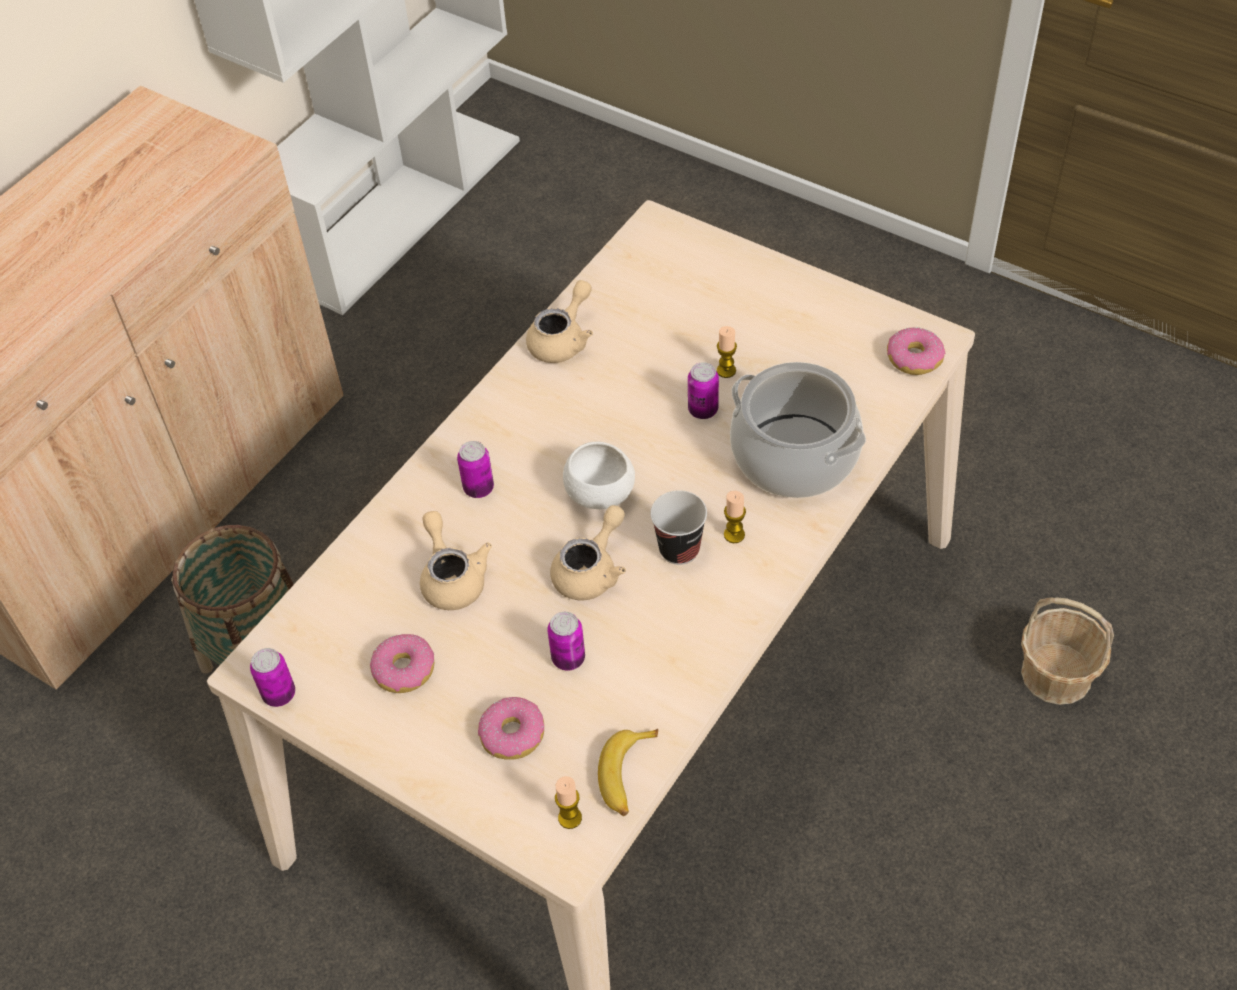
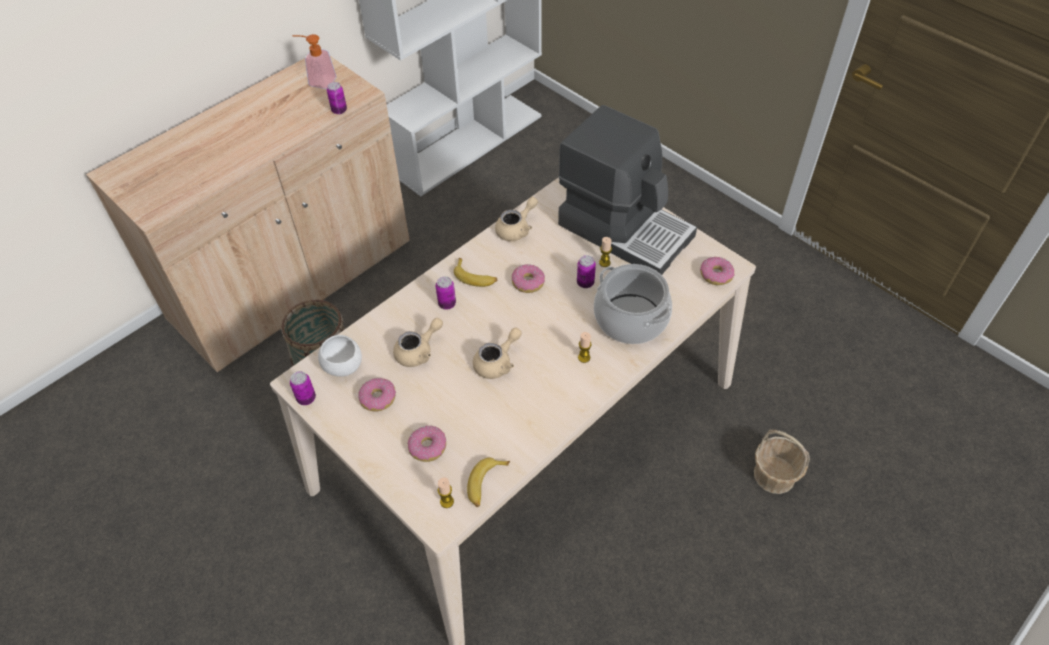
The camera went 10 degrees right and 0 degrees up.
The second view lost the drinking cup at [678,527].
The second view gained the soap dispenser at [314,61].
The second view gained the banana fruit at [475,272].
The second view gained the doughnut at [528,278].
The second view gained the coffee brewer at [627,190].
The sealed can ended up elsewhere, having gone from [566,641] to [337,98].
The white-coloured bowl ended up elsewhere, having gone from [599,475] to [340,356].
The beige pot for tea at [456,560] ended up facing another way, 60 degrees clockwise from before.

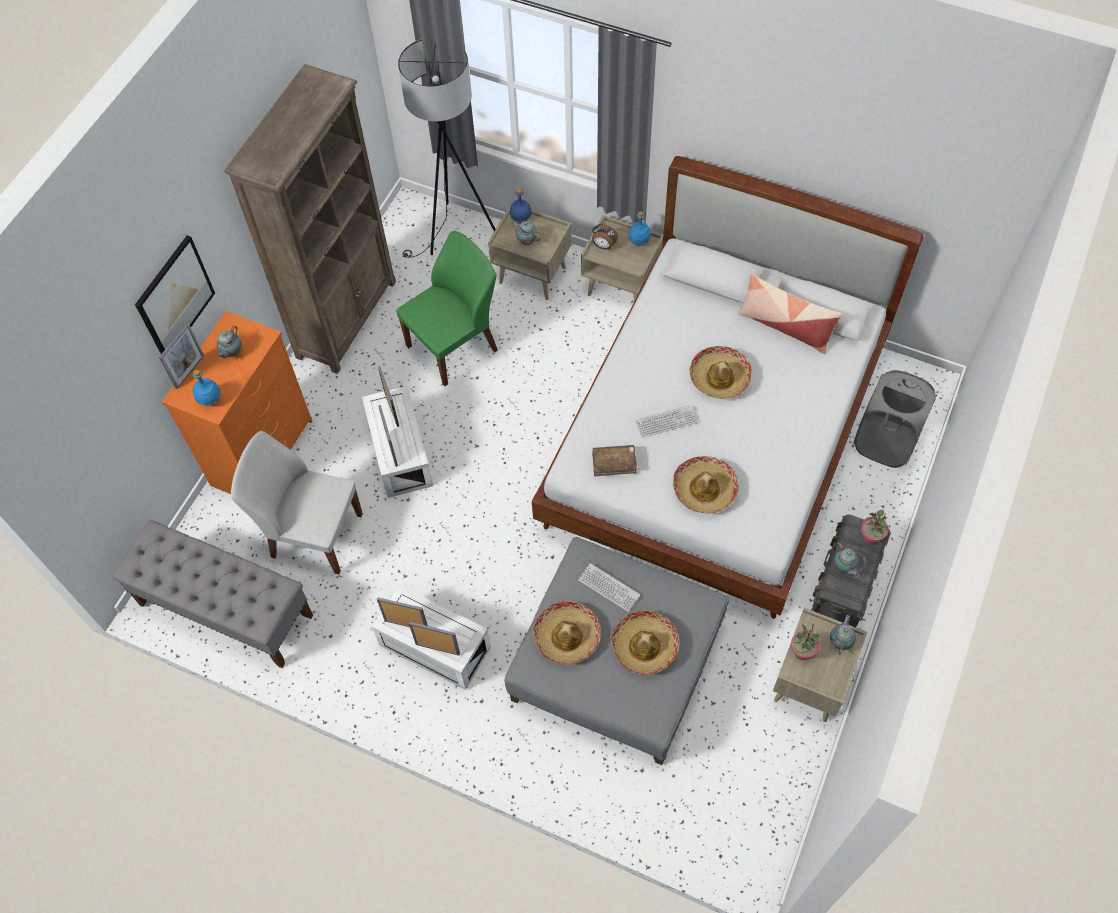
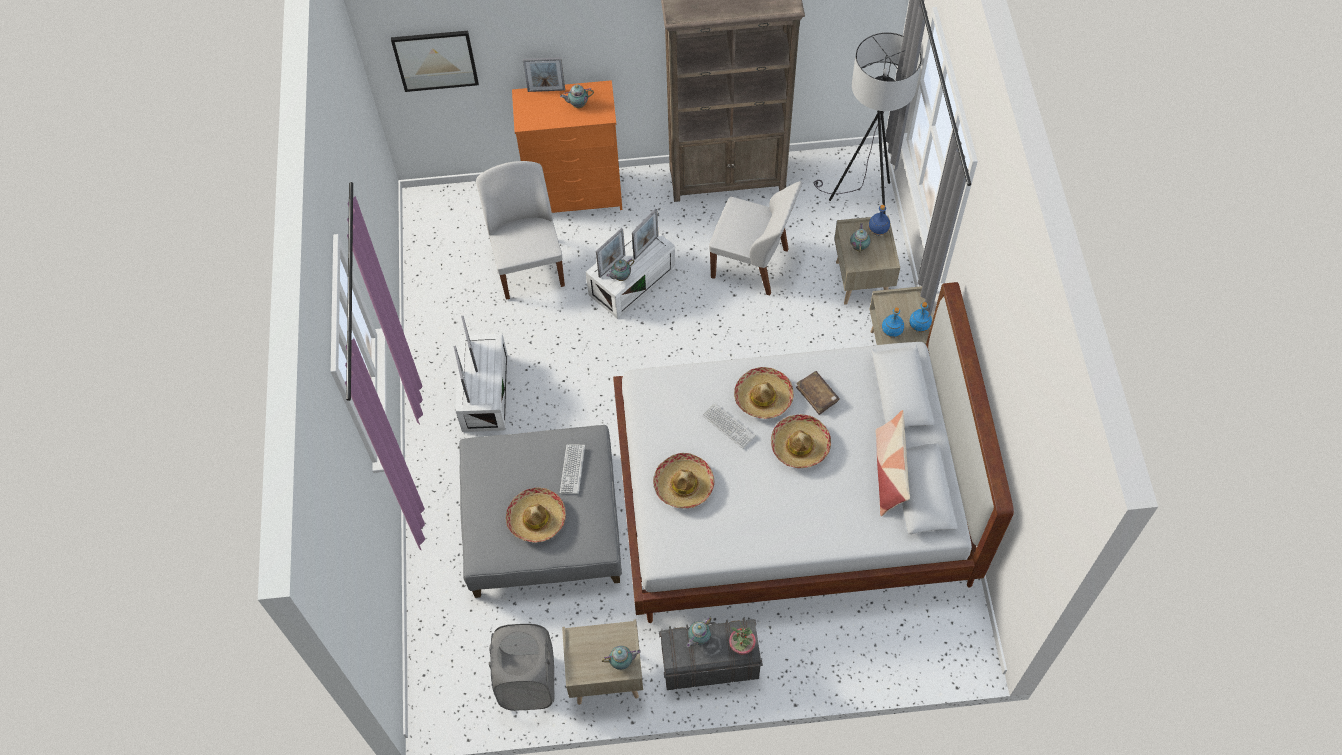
The camera went 60 degrees right and 0 degrees up.
The second view lost the gray long seat at [212,594].
The second view lost the bedside clock at [605,237].
The second view lost the plant in a pot at [805,642].
The second view gained the pot for tea at [620,270].
The wall picture ended up elsewhere, having gone from [175,294] to [435,61].
The blue beverage bottle ended up elsewhere, having gone from [207,388] to [893,322].
The wearable hat ended up elsewhere, having gone from [567,633] to [764,393].
The brownish book ended up elsewhere, having gone from [614,460] to [817,393].
The gray laundry basket ended up elsewhere, having gone from [895,419] to [521,667].
What was the green-coloured plain chair at [447,308] turned into the white-coloured plain chair at [755,238].

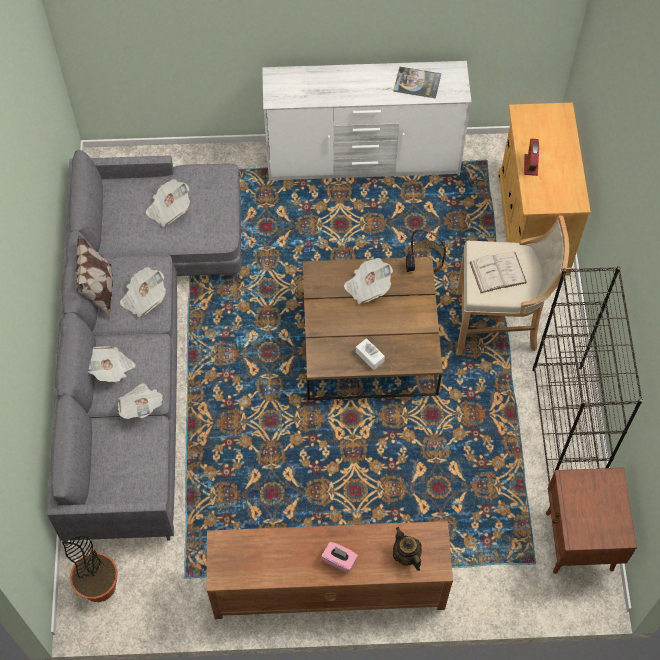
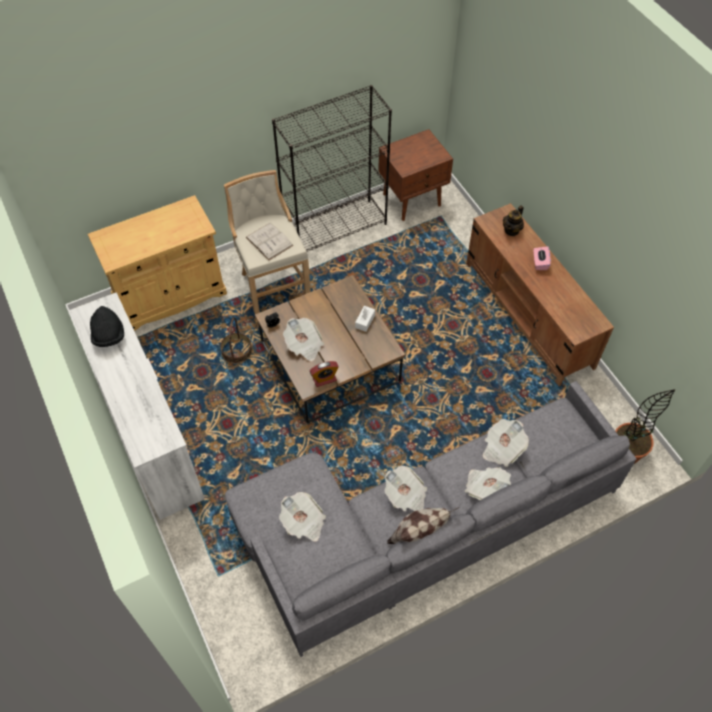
The camera went 115 degrees left and 5 degrees down.
The bedside clock ended up elsewhere, having gone from [531,157] to [324,374].
Where the book stood at [417,83], the black wearable hat came to stand at [107,326].

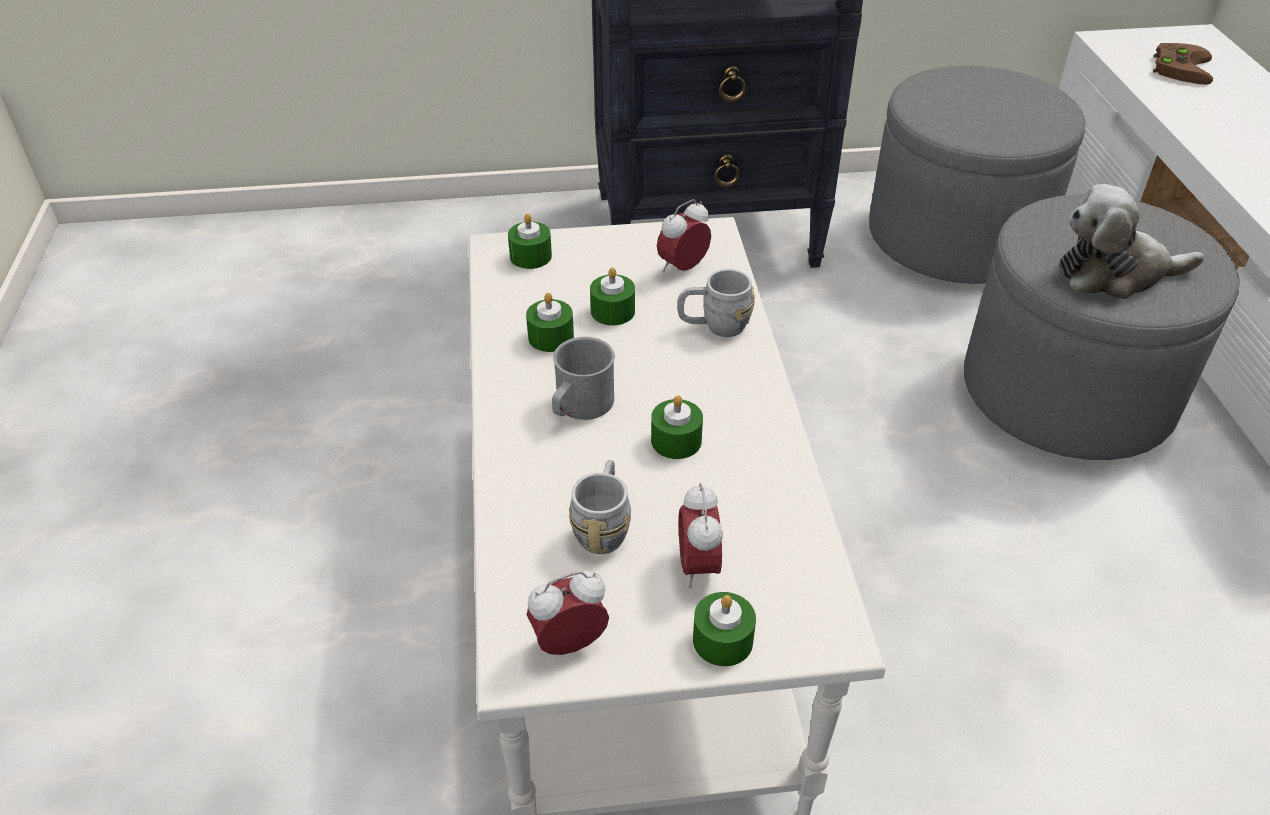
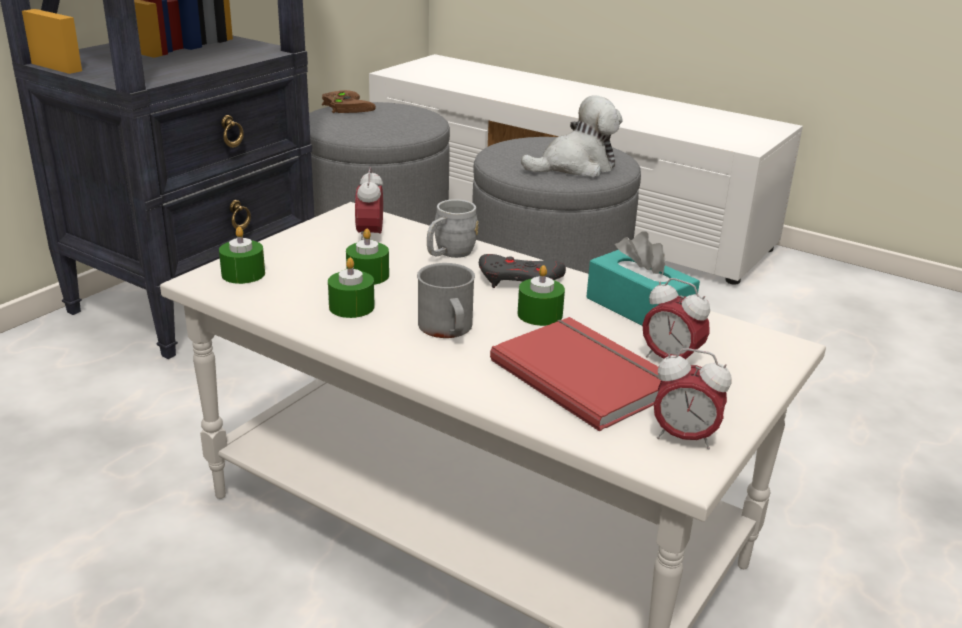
The camera went 50 degrees left and 15 degrees down.
The second view lost the green-coloured candle at [724,629].
The second view gained the gray game controller at [522,271].
The second view gained the turquoise tissue holder at [643,278].
The brownish game controller ended up elsewhere, having gone from [1183,64] to [349,101].
Where the gray tea mug stood at [600,507], the red book came to stand at [575,374].
The bedside clock at [568,613] ended up facing another way, 90 degrees counterclockwise from before.
The plush toy at [1131,241] ended up facing another way, 150 degrees counterclockwise from before.

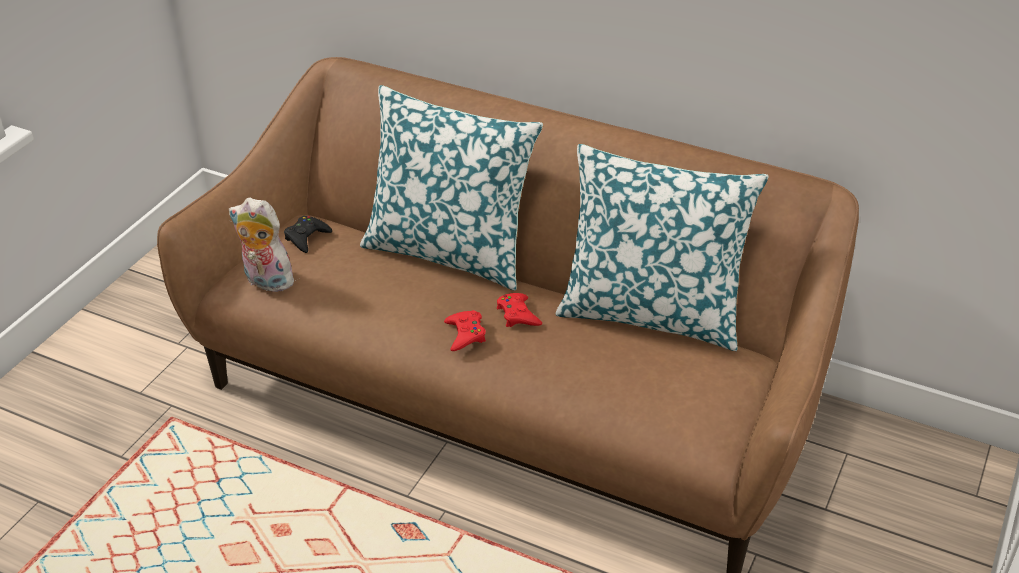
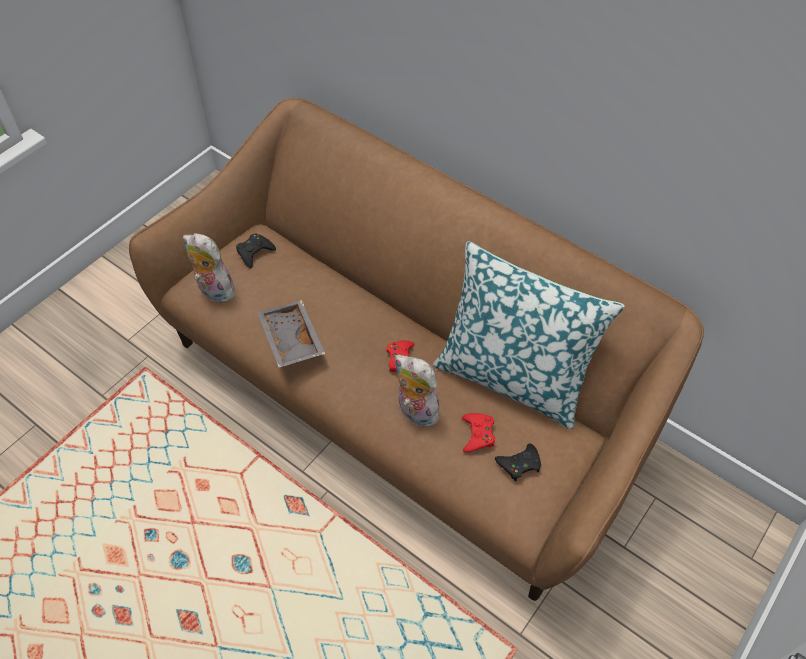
The camera went 10 degrees right and 15 degrees up.
The second view lost the throw pillow at [451,187].
The second view gained the gray tray at [291,334].
The second view gained the plush toy at [416,391].
The second view gained the black game controller at [518,462].
The red game controller ended up elsewhere, having gone from [465,330] to [478,432].

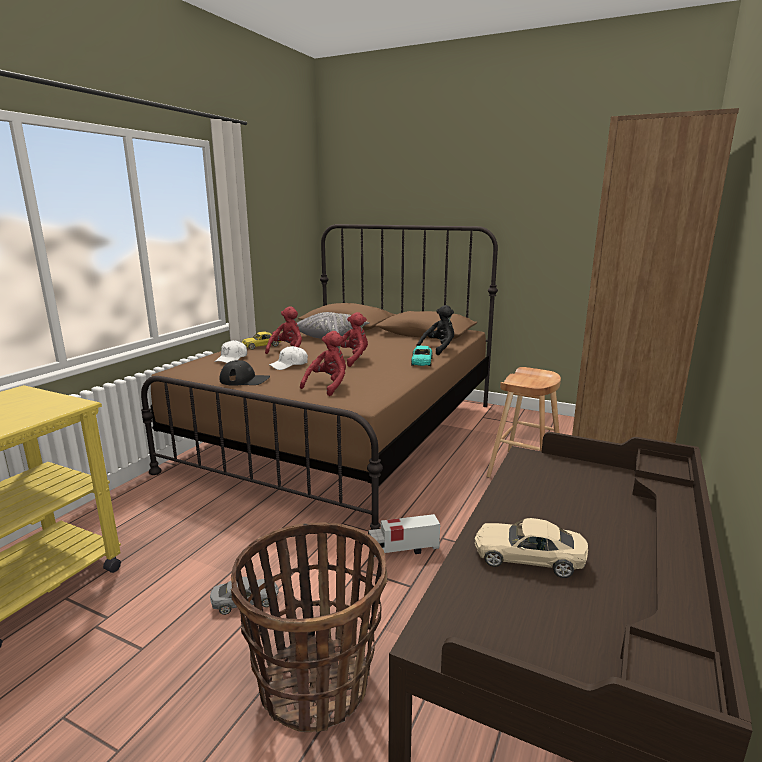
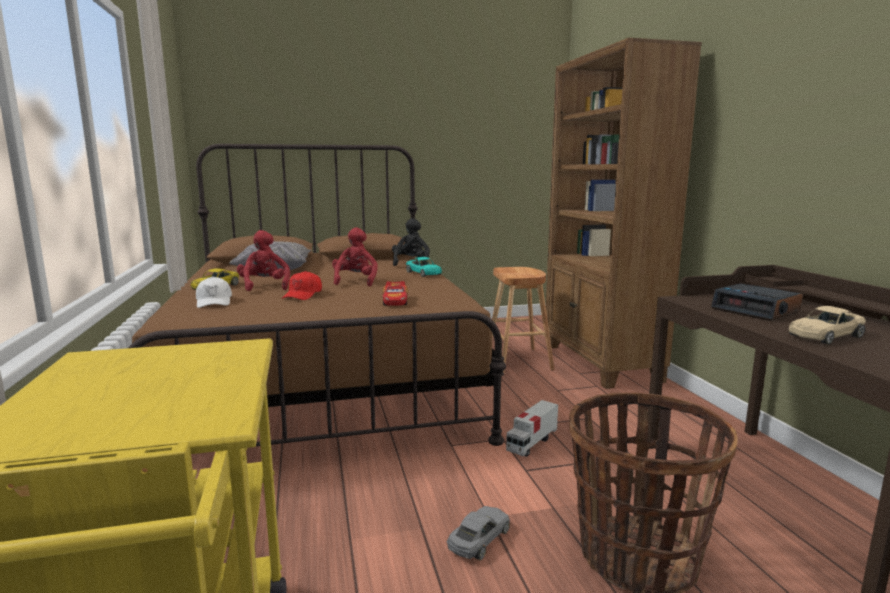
The camera went 40 degrees left and 5 degrees down.
The second view lost the black cap at [245,373].
The second view gained the bedside clock at [757,302].
Where the red plush toy stood at [323,363], the toy car came to stand at [395,293].
What was the white-coloured cap at [288,358] turned into the red cap at [302,285].

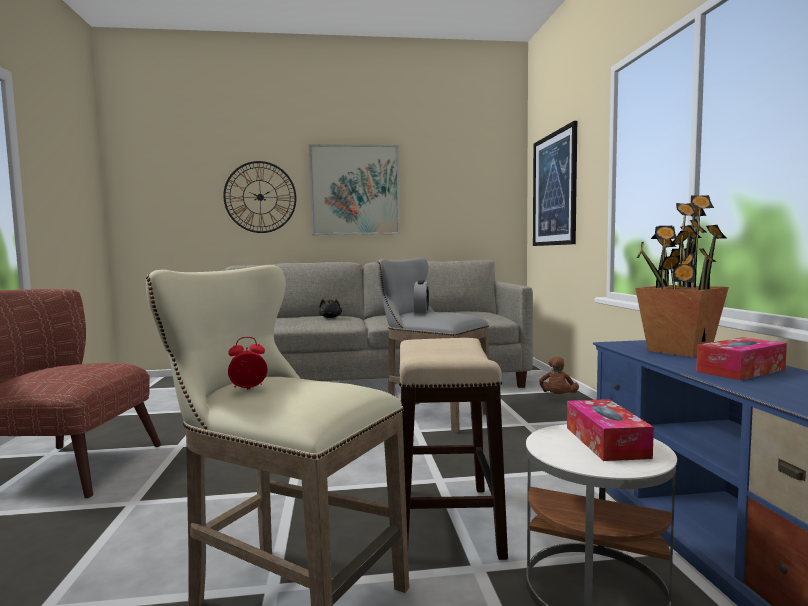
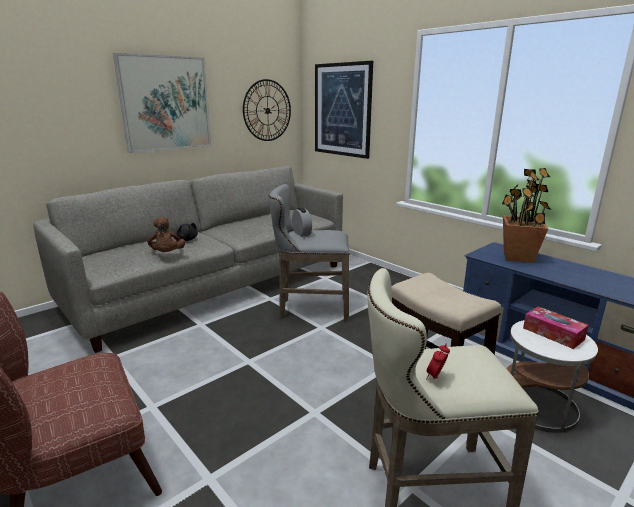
The camera went 35 degrees left and 15 degrees up.
The second view lost the tissue holder at [741,358].
The hanging clock ended up elsewhere, having gone from [259,197] to [267,110].
The brownish plush toy ended up elsewhere, having gone from [559,375] to [166,234].

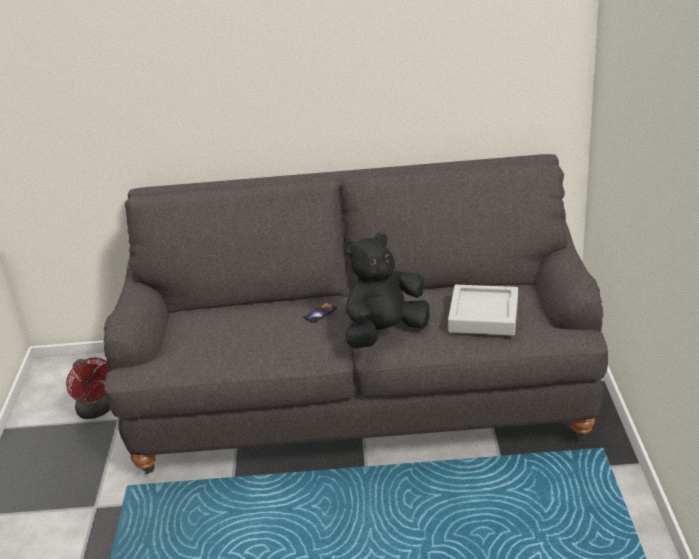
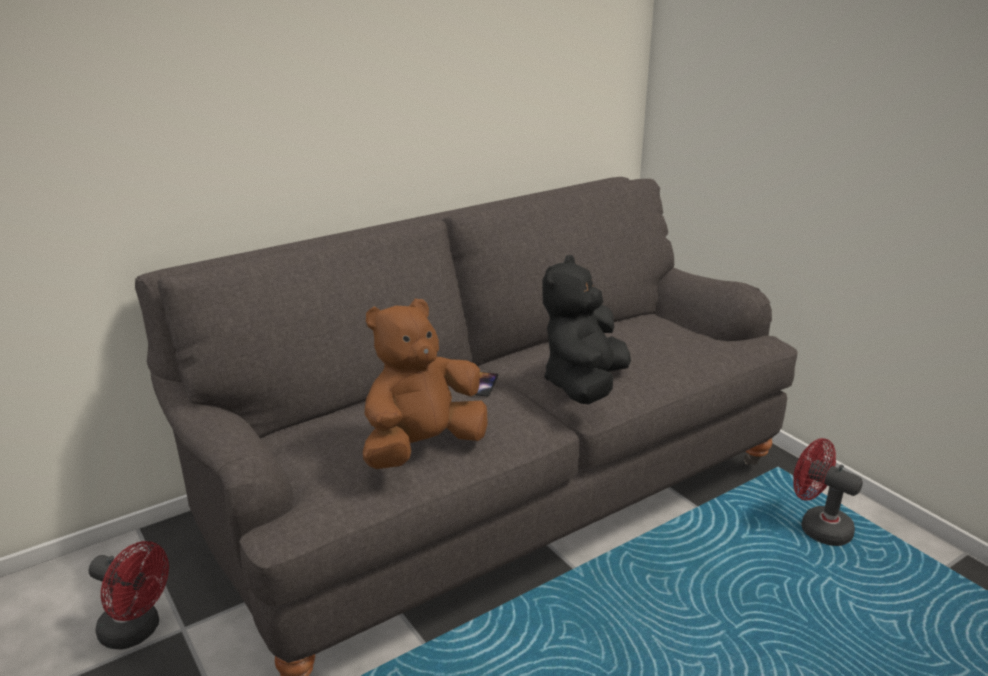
The camera went 35 degrees left and 5 degrees down.
The second view lost the gray tray at [483,310].
The second view gained the brownish plush toy at [425,384].
The second view gained the red fan at [828,492].

